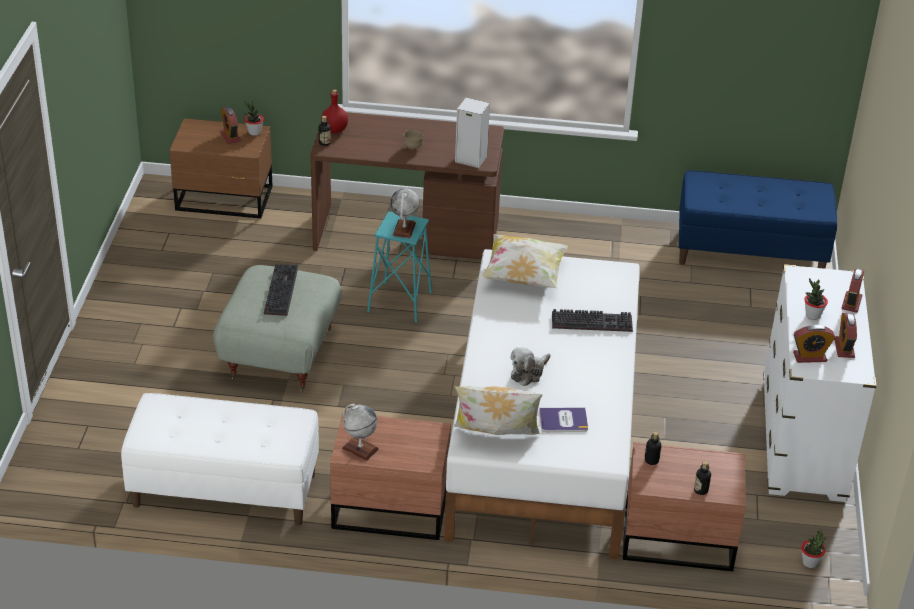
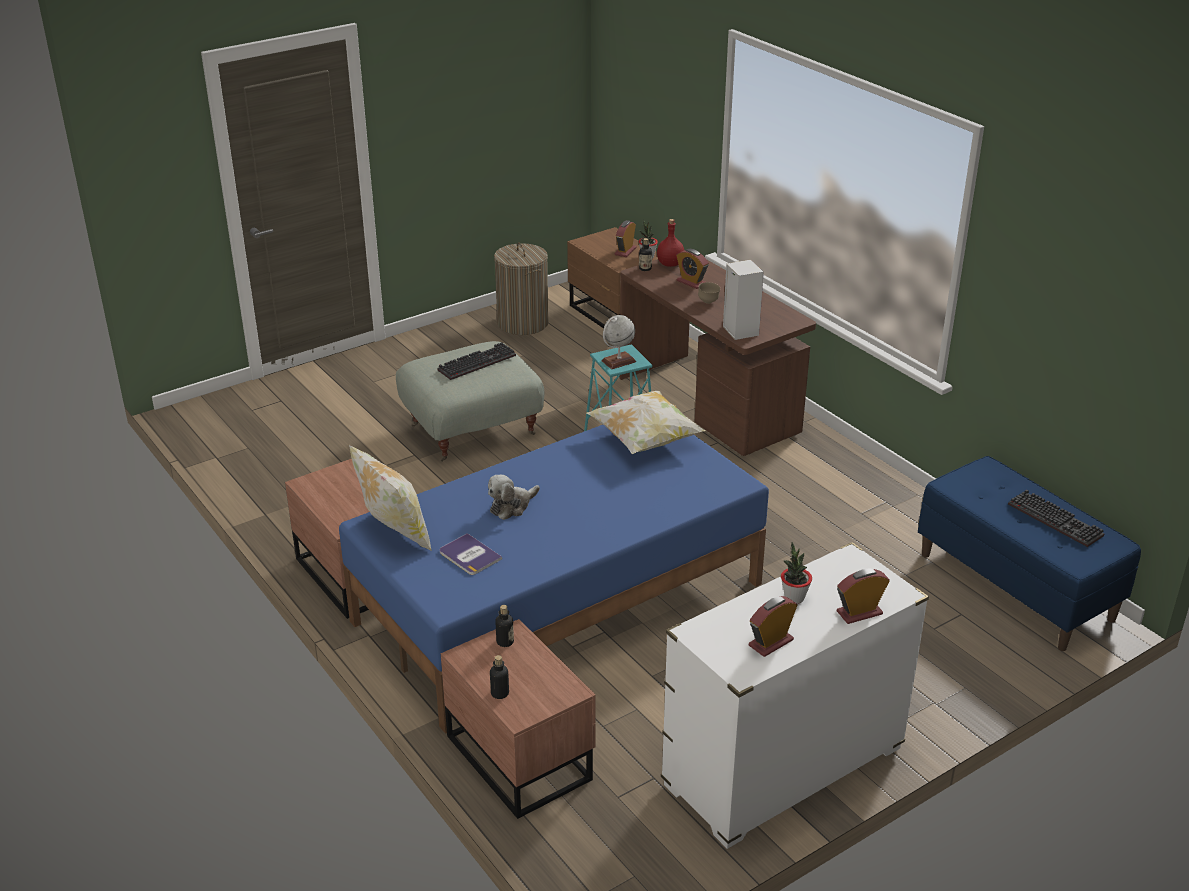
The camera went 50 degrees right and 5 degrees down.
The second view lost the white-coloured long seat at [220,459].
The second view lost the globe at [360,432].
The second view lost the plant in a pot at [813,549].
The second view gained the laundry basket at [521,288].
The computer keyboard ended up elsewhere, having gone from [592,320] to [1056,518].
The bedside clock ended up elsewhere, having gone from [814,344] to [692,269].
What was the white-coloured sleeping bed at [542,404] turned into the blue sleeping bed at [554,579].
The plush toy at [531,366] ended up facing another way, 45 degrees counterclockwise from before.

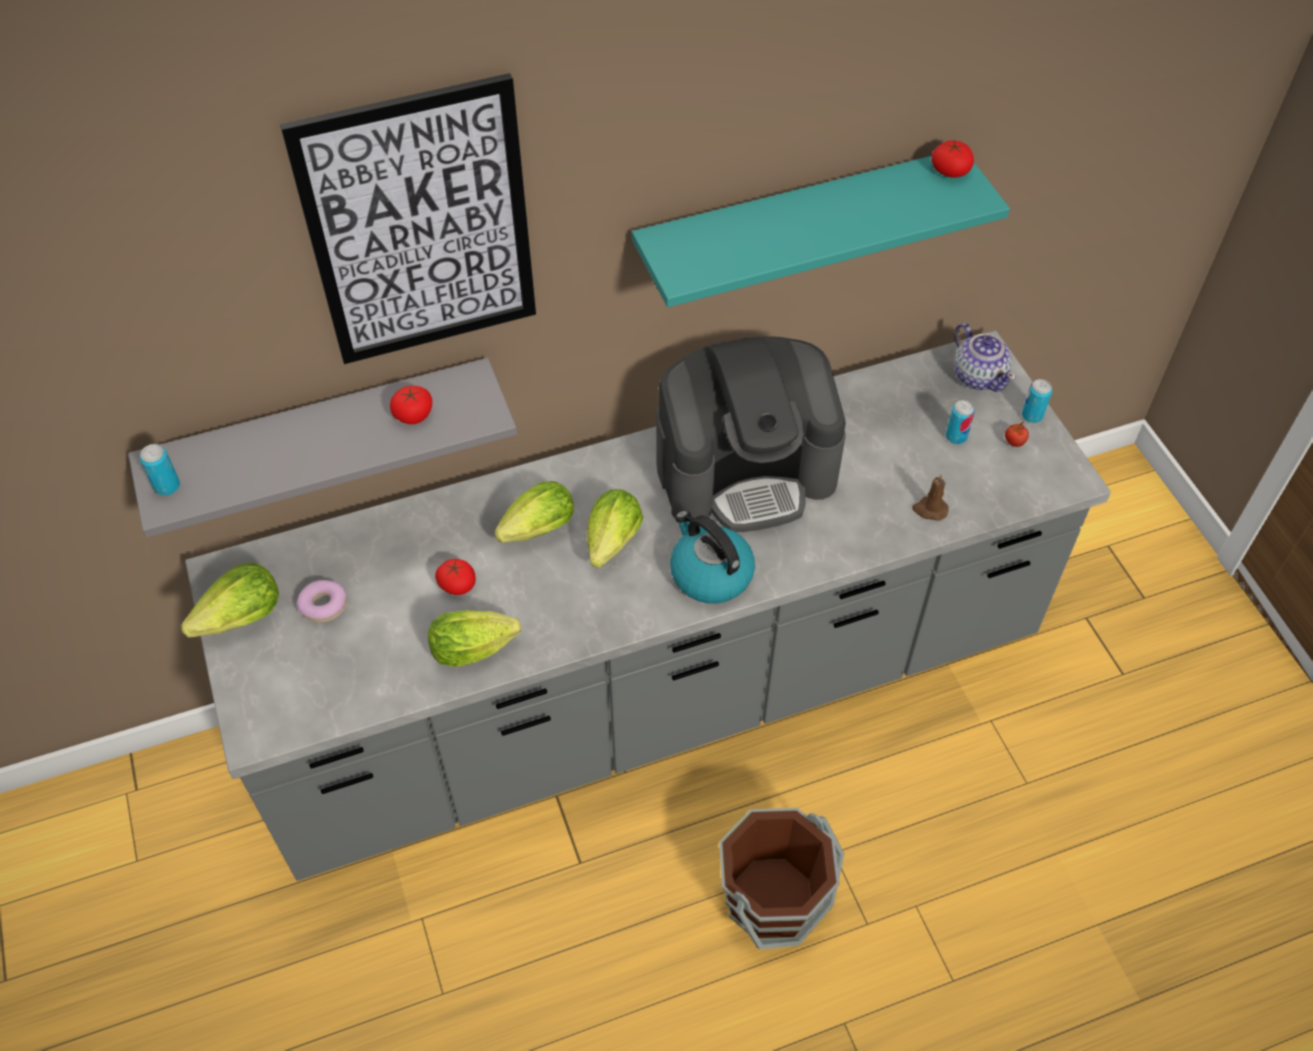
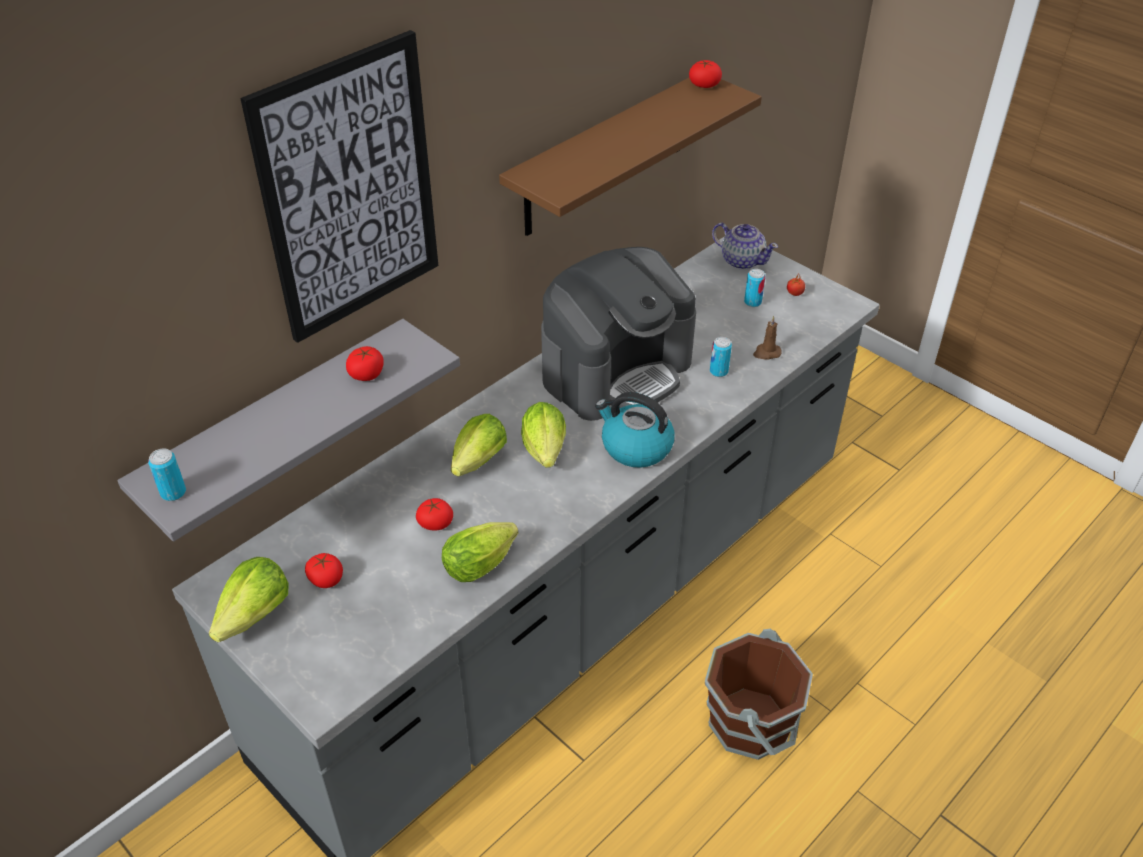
The camera went 25 degrees left and 10 degrees down.
The sealed can ended up elsewhere, having gone from [1037,401] to [721,357].
Where the doughnut stood at [322,601], the whole tomato came to stand at [324,570].
What was the turquoise wall shelf at [821,231] turned into the brownish wall shelf at [630,157].

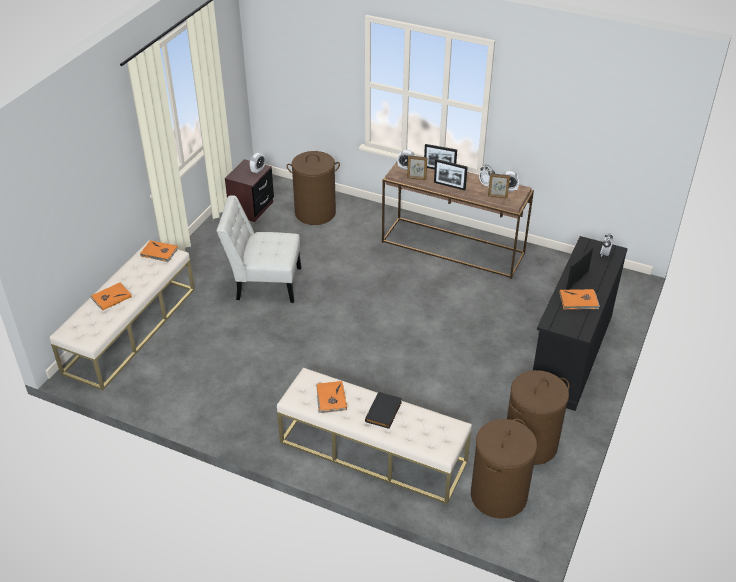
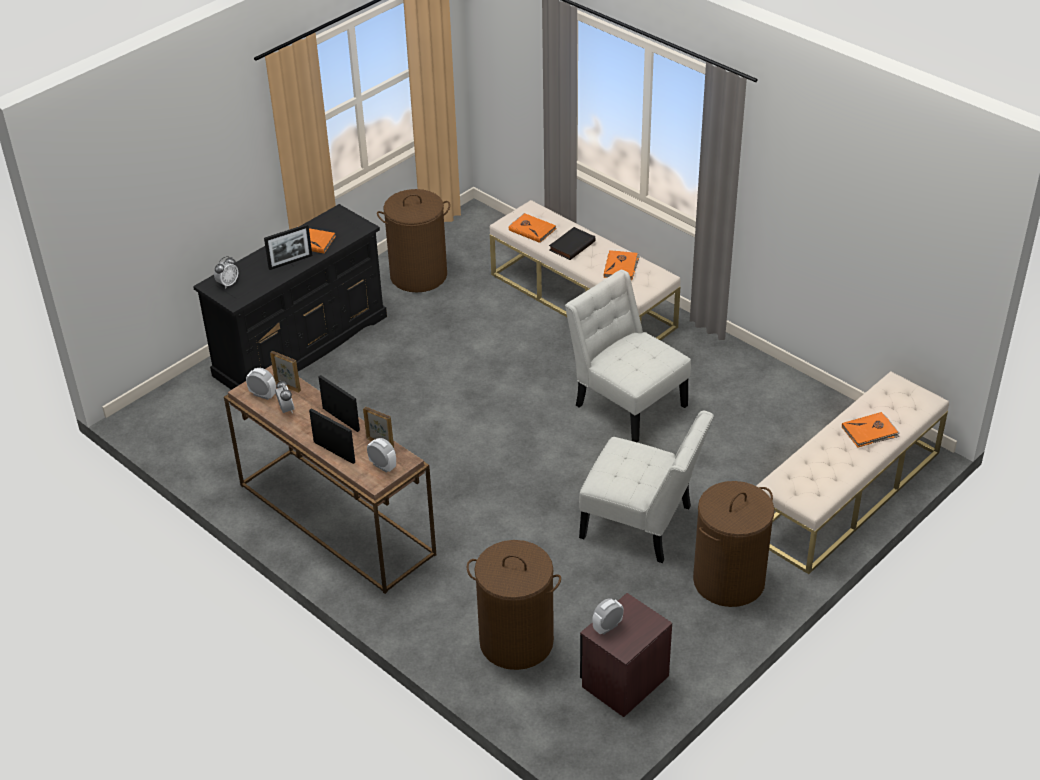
The camera went 160 degrees left and 0 degrees up.
The second view gained the white-coloured plain chair at [628,356].
The orangey book ended up elsewhere, having gone from [159,251] to [533,228].
The brownish laundry basket ended up elsewhere, having gone from [504,469] to [734,544].

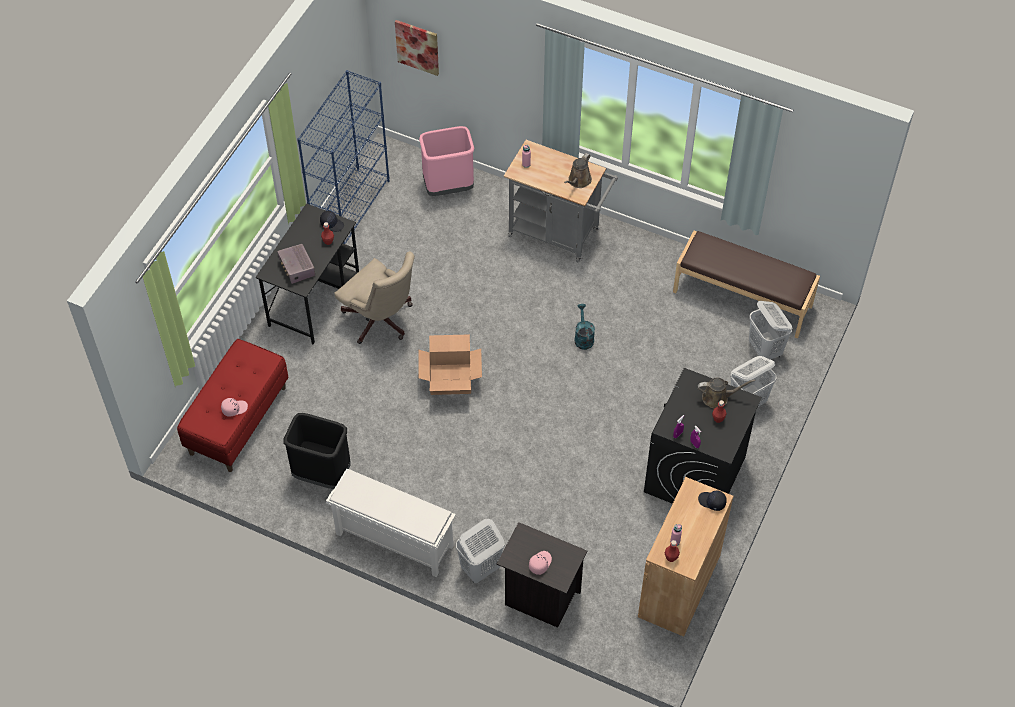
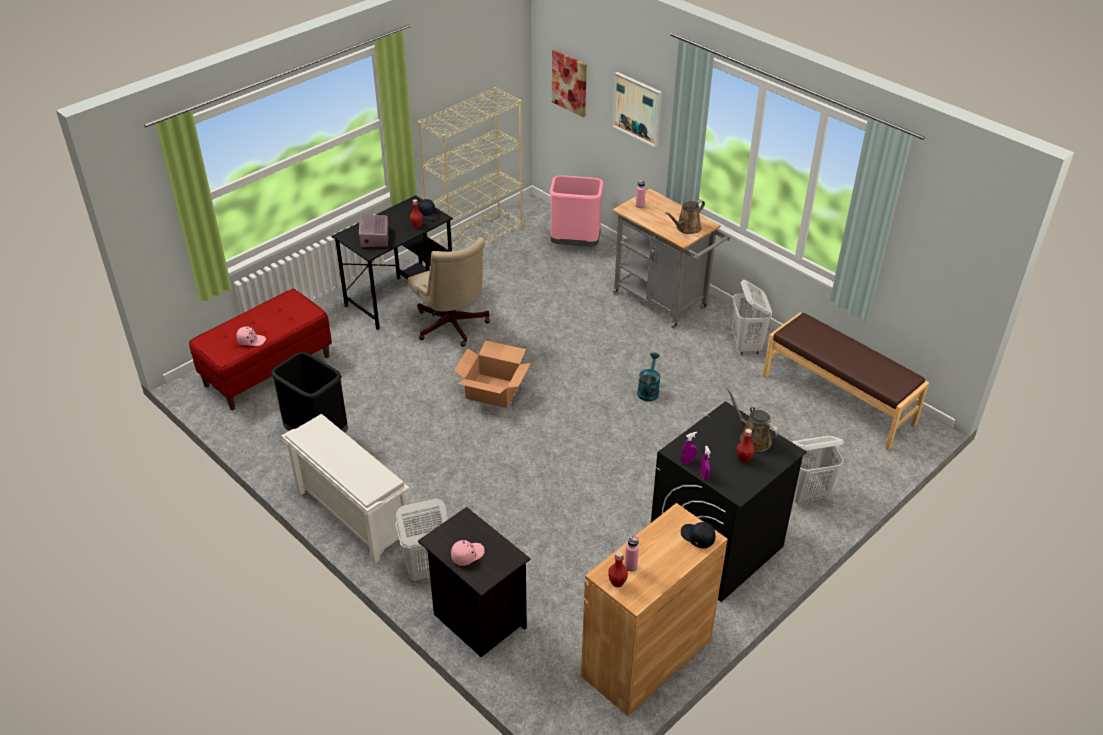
The camera went 20 degrees right and 15 degrees down.
The second view gained the wall picture at [637,109].
The white-coloured laundry basket ended up elsewhere, having gone from [771,330] to [752,317].
What was the blue bookshelf at [343,157] turned into the beige bookshelf at [470,169].
The brownish watering can at [726,393] ended up facing another way, 150 degrees counterclockwise from before.

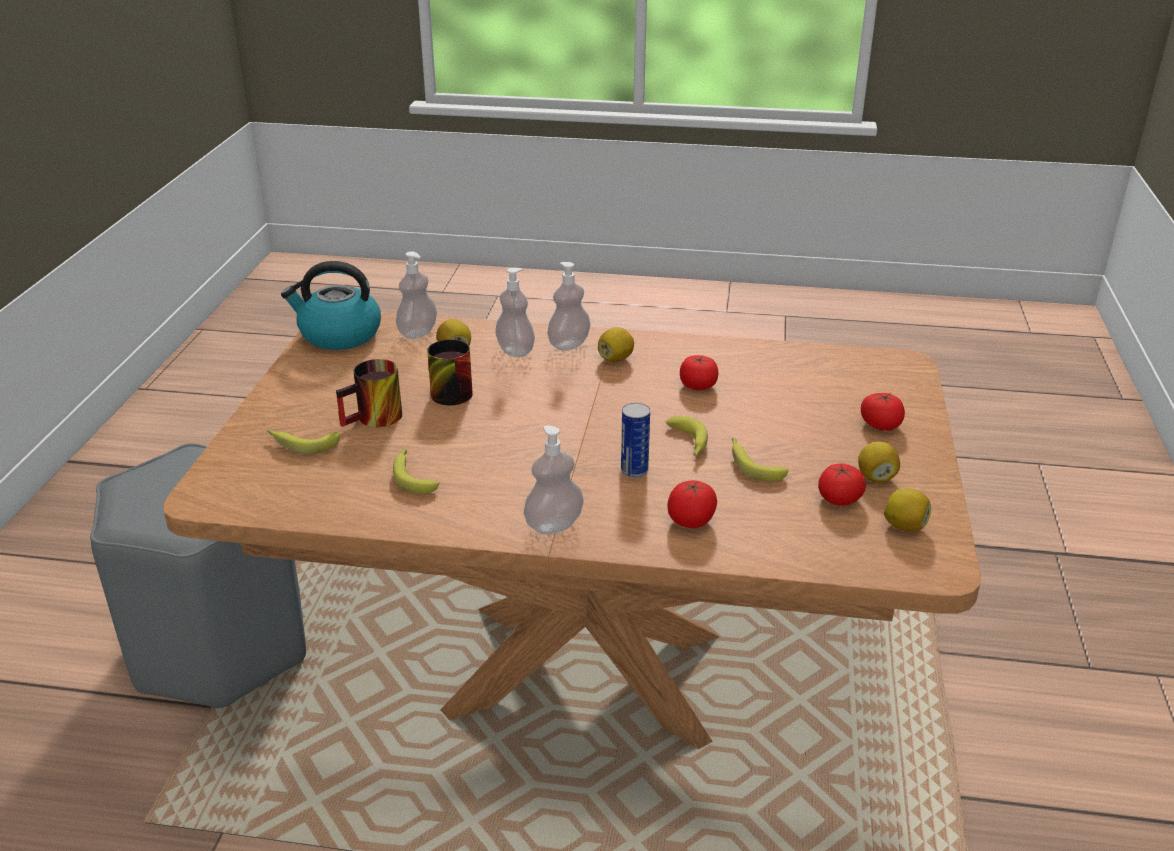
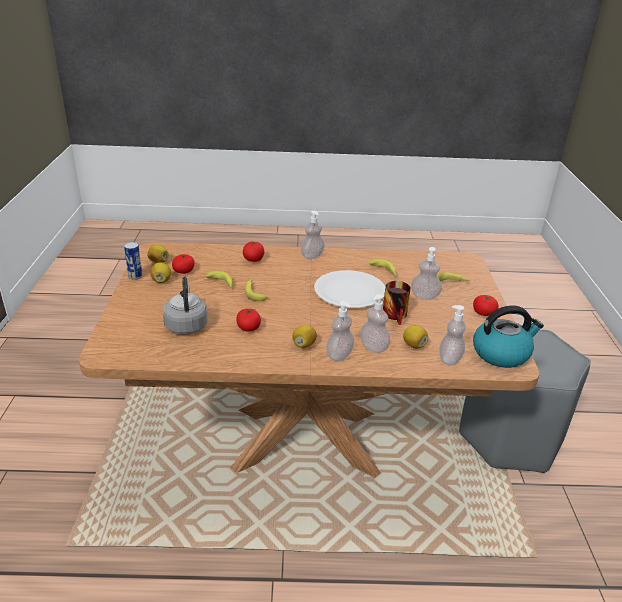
The camera went 170 degrees right and 0 degrees up.
The second view gained the gray tea kettle at [185,306].
The second view gained the white-coloured flat dish at [349,289].
The sealed can ended up elsewhere, having gone from [635,440] to [133,261].
The whole tomato ended up elsewhere, having gone from [883,411] to [486,305].
Where the tea mug stood at [369,393], the soap dispenser came to stand at [426,273].

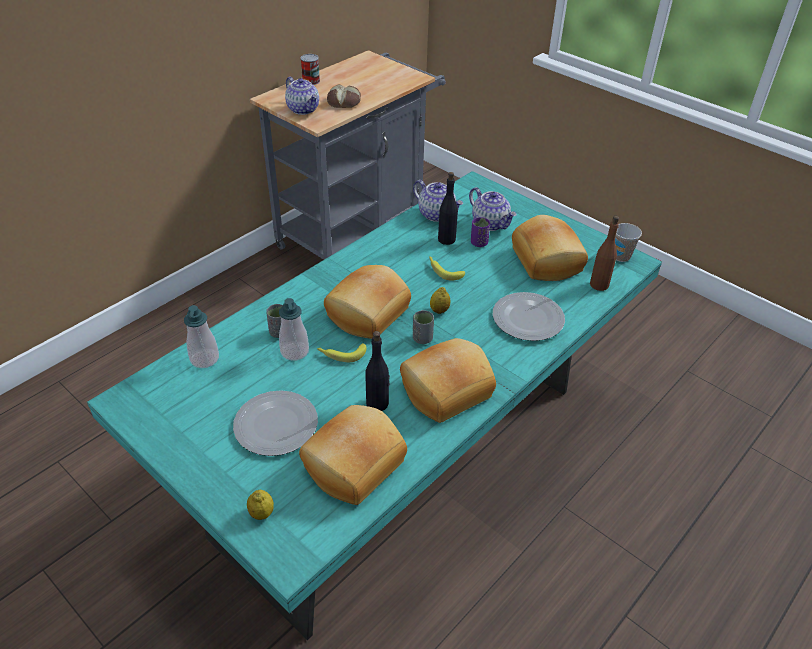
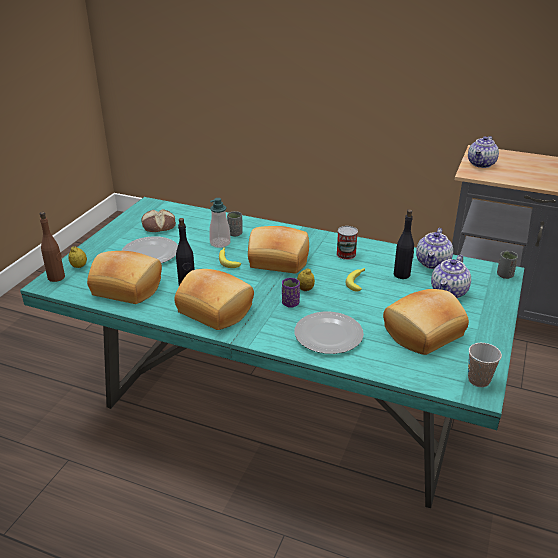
The camera went 70 degrees right and 10 degrees down.
The second view lost the soap dispenser at [201,336].
The sealed can ended up elsewhere, having gone from [310,69] to [347,243].
The baked bread ended up elsewhere, having gone from [344,96] to [158,220].
The gray drinking cup ended up elsewhere, having gone from [423,327] to [507,265].
The purple drinking cup ended up elsewhere, having gone from [480,232] to [291,293].
The brownish beverage bottle ended up elsewhere, having gone from [604,253] to [52,247].

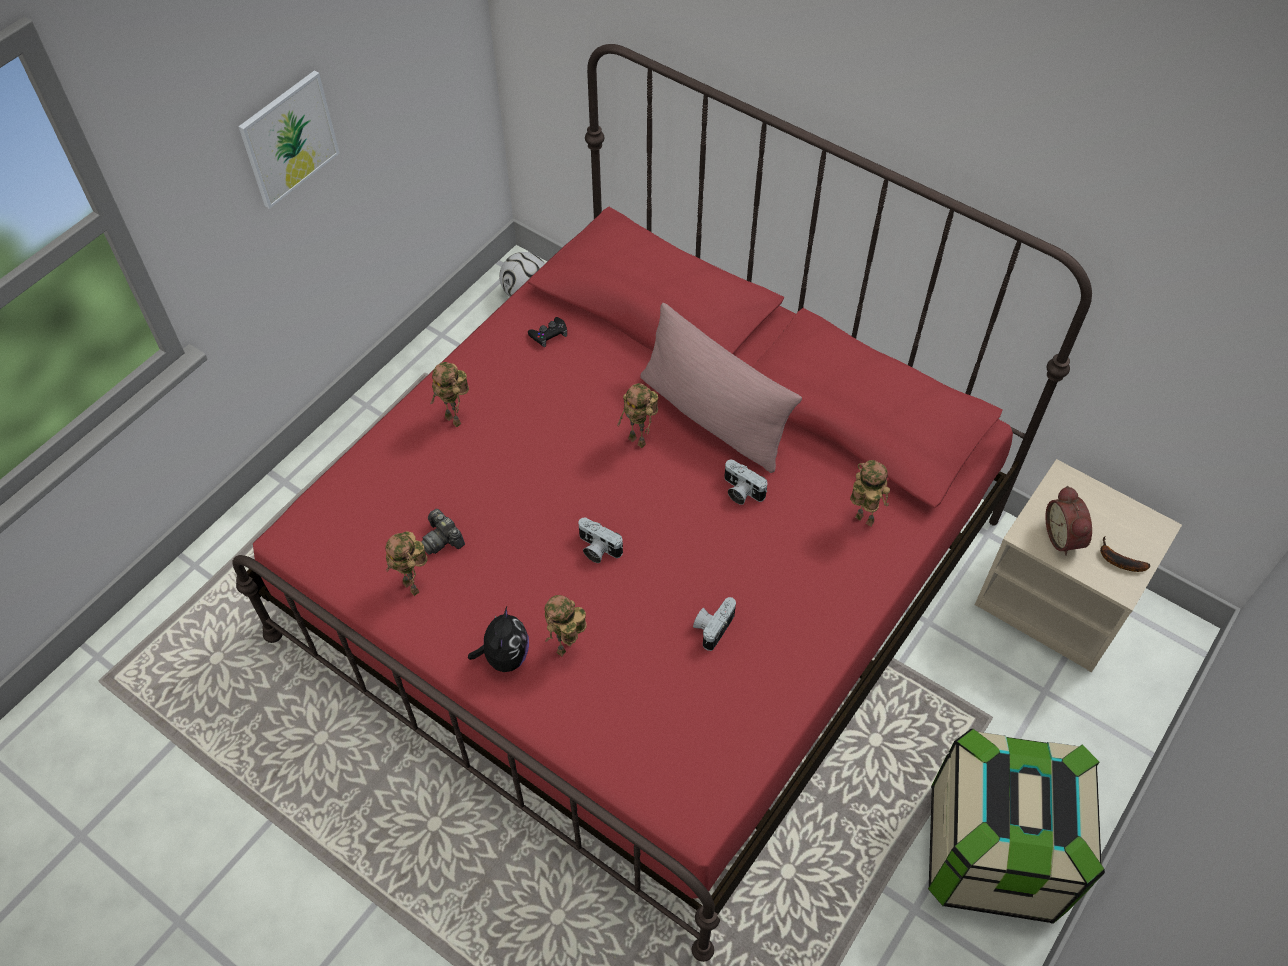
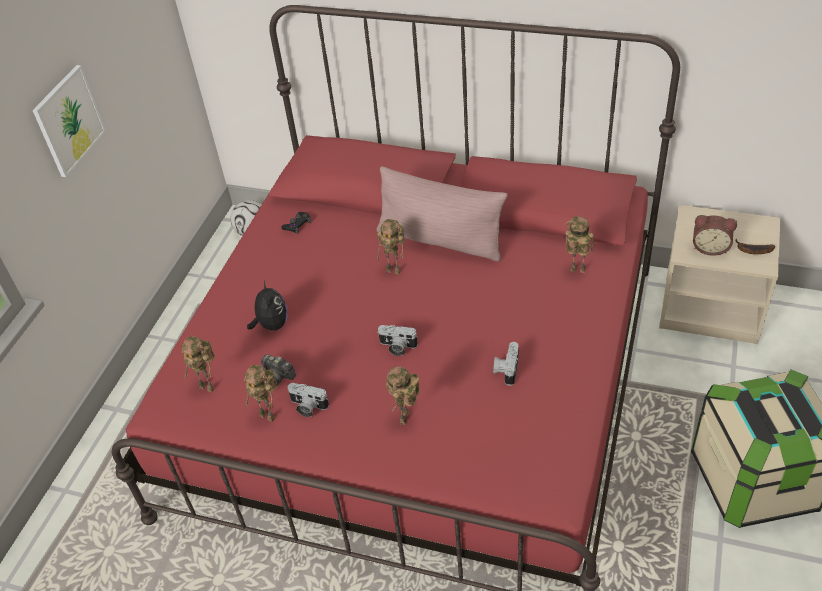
The camera went 15 degrees left and 10 degrees down.
The toy robot ended up elsewhere, having gone from [450,394] to [198,364].
The plush toy ended up elsewhere, having gone from [498,639] to [267,305].
The photo camera ended up elsewhere, having gone from [746,482] to [308,400].
The bedside clock at [1068,521] ended up facing another way, 45 degrees counterclockwise from before.

